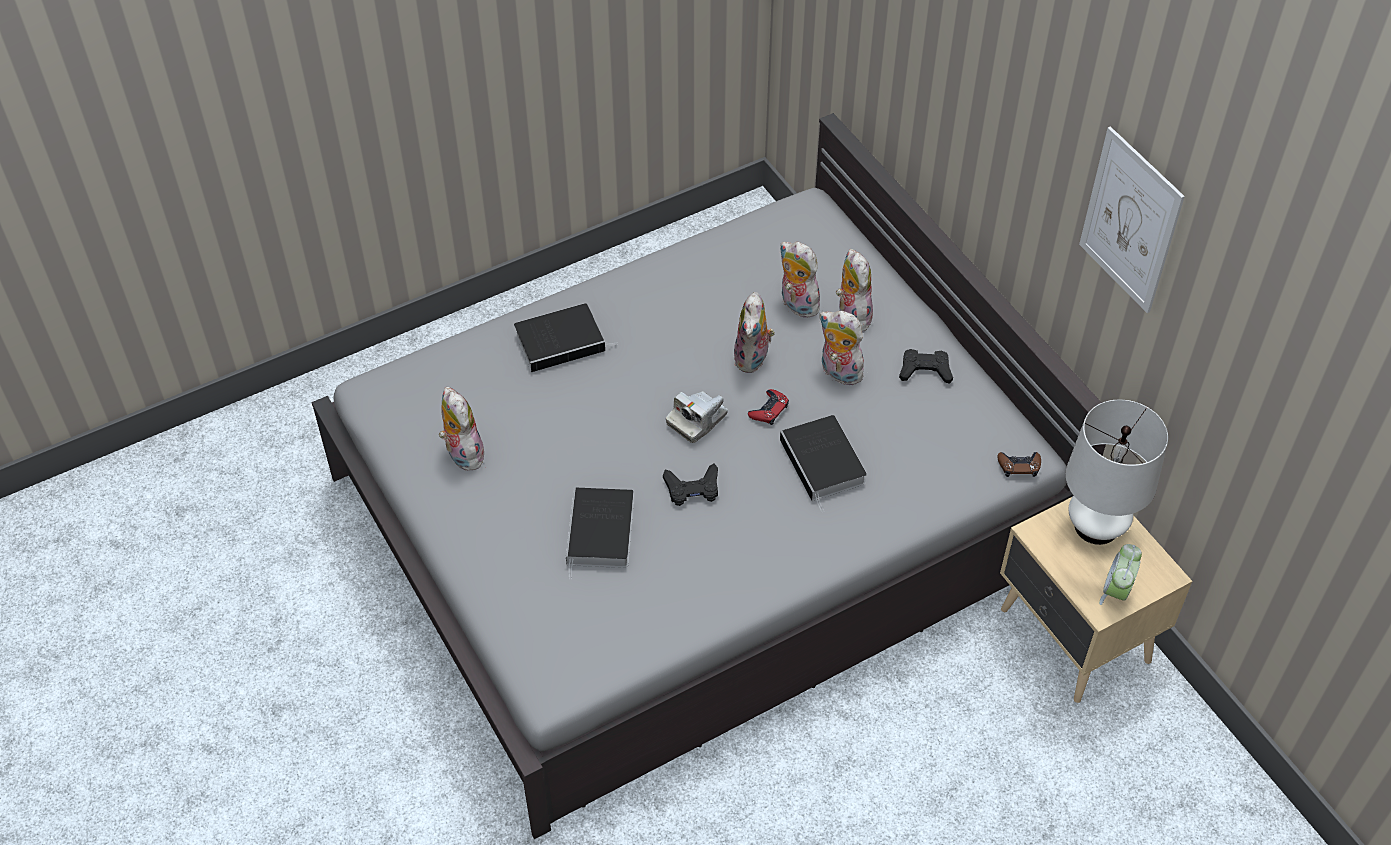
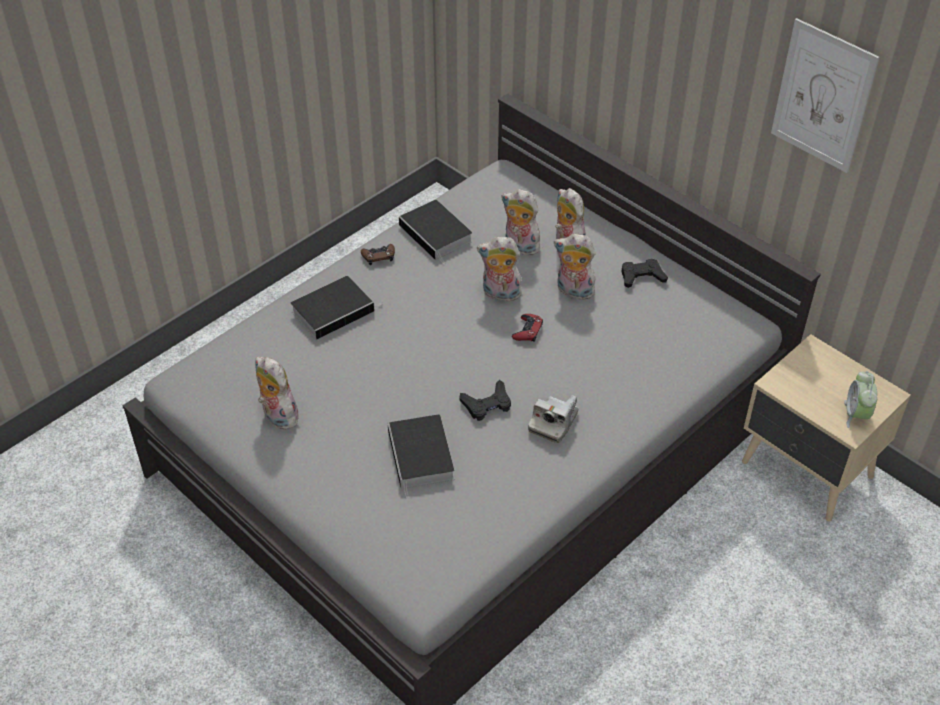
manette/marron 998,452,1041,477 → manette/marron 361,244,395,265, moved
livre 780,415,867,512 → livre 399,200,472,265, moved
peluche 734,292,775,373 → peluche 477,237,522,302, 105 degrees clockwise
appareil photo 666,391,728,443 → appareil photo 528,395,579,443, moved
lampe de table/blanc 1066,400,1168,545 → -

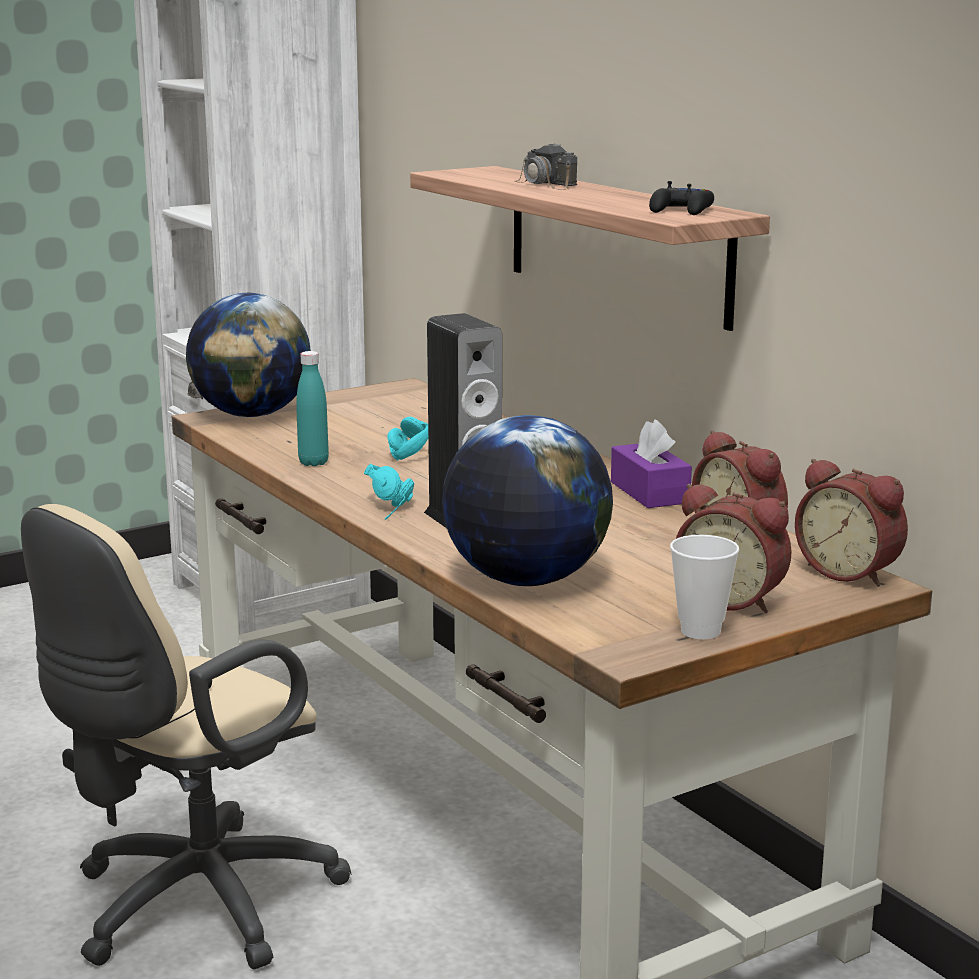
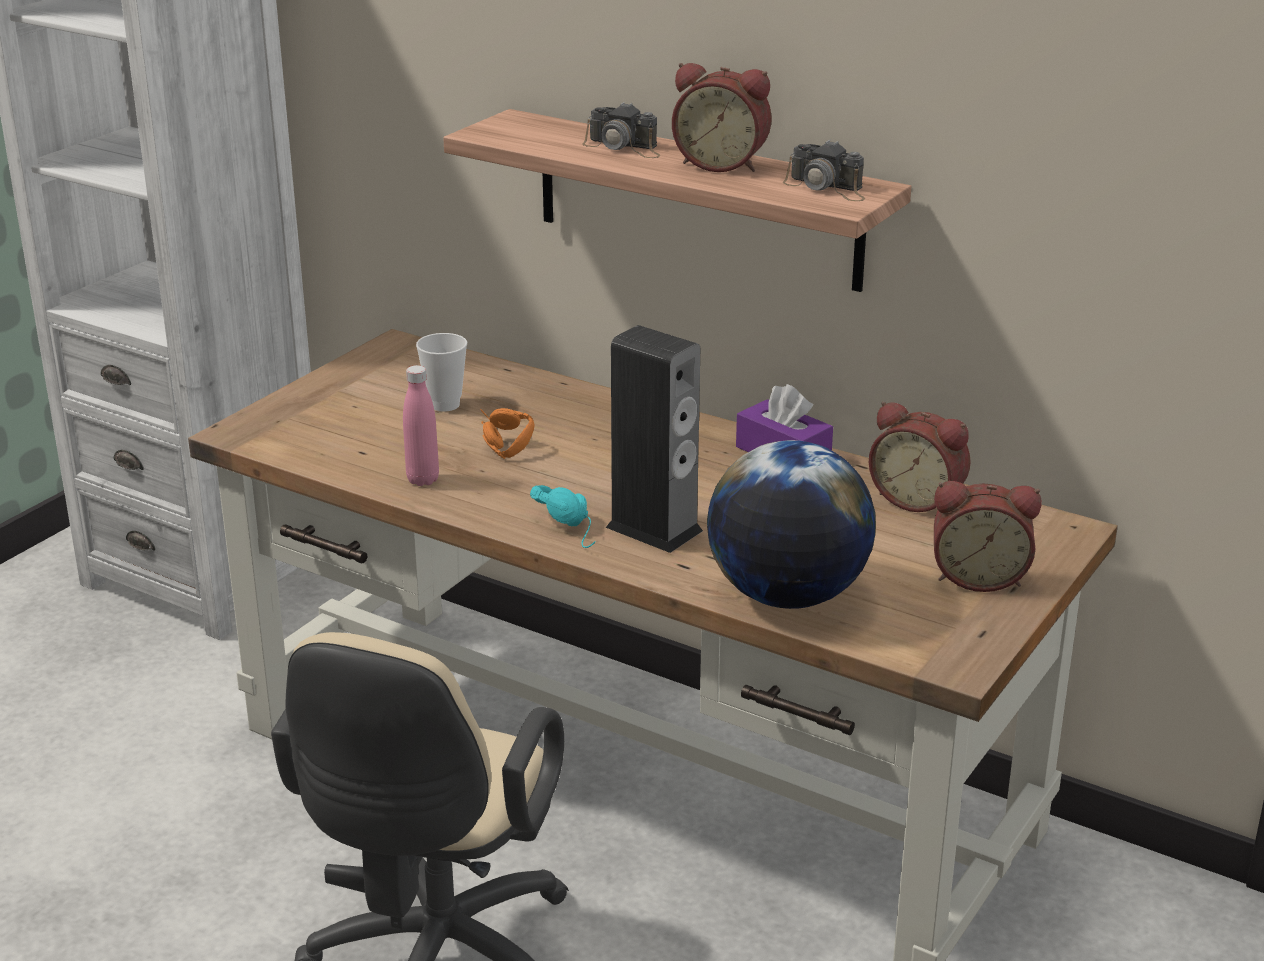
bouteille/turquoise 296,351,329,466 → bouteille/rose 403,365,439,486
tasse 670,535,739,639 → tasse 416,333,467,411, moved
casque audio/turquoise 387,417,428,461 → casque audio/orange 480,408,535,459
réveil 795,459,908,587 → réveil 672,63,772,172, moved
manette/noir 649,181,714,215 → appareil photo 783,140,865,201
globe 186,293,311,417 → -

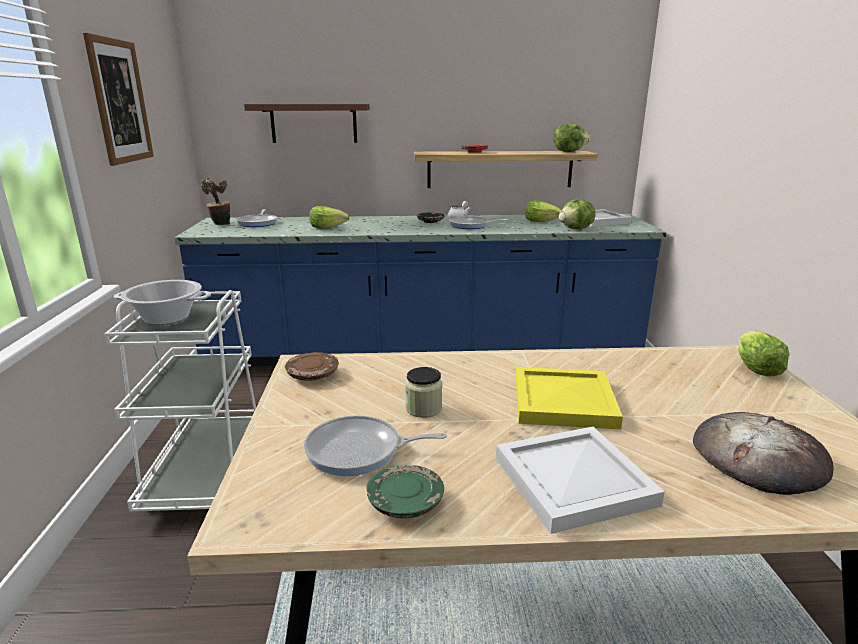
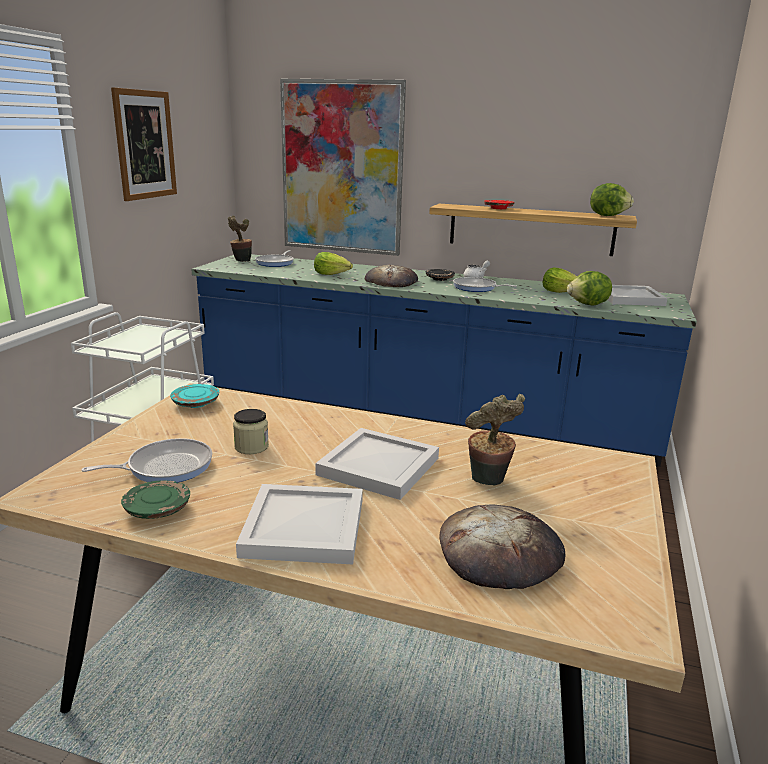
poêle 304,415,447,476 → poêle 81,438,212,483, 135 degrees clockwise
assiette/marron 285,352,339,381 → assiette/turquoise 170,384,219,408
étagère/marron 244,104,370,143 → tableau 280,79,406,256
plateau/jaune 515,367,623,429 → plateau/blanc 315,428,439,500
- → pain 365,264,418,287
- → plante en pot 465,394,525,486
marmite 114,280,211,325 → -
laitue 738,331,790,376 → -

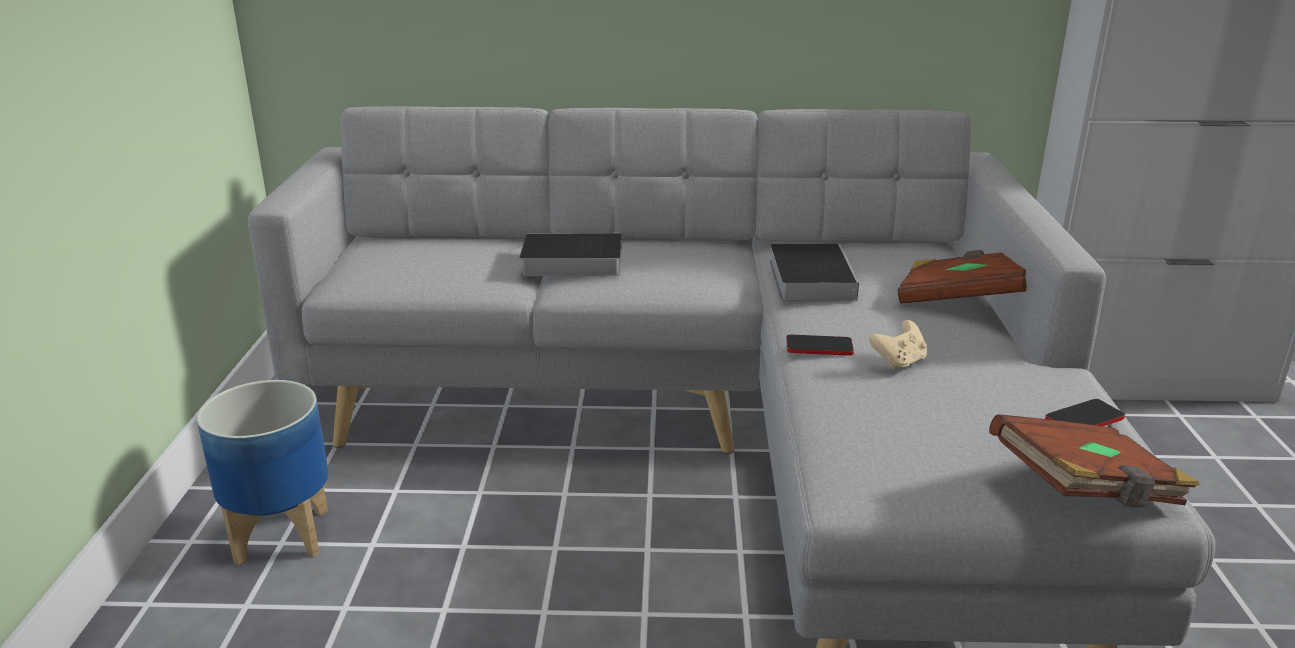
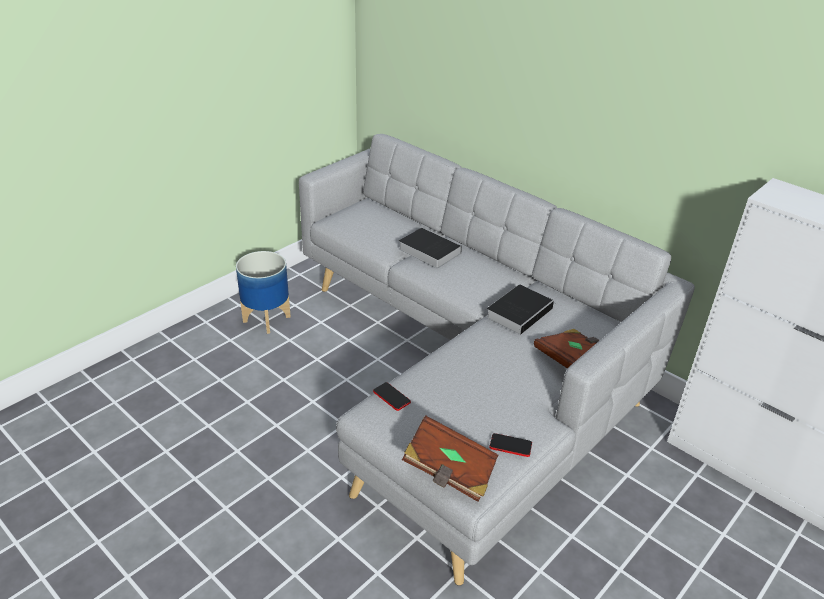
téléphone 786,335,854,356 → téléphone 373,382,411,411, moved
manette/beige 869,320,927,371 → -

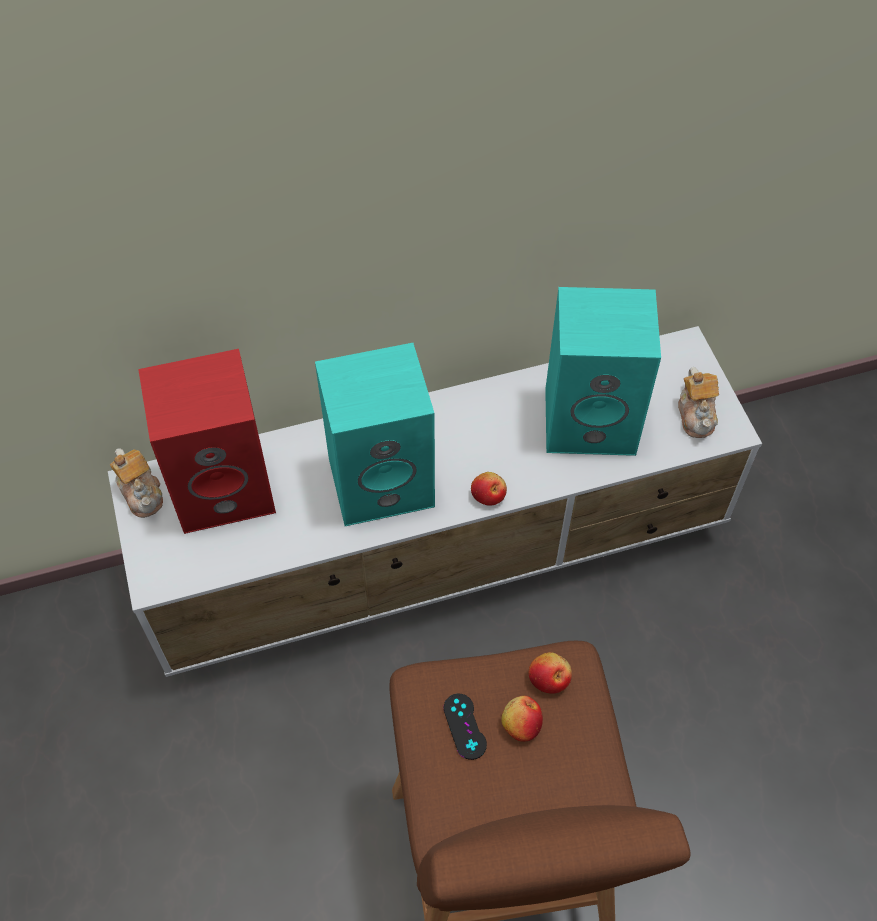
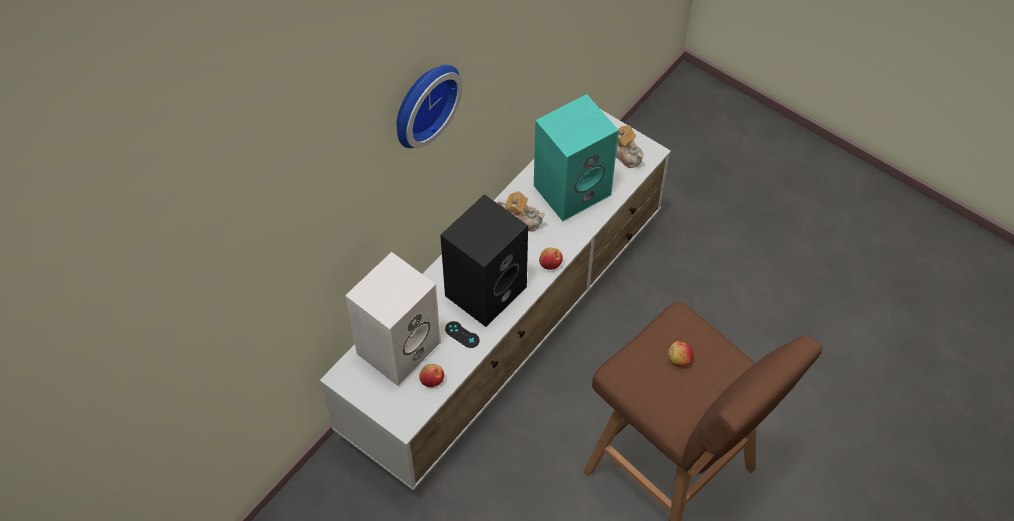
enceinte/rouge 138,349,276,534 → enceinte/blanc 345,252,441,386
- → horloge murale 397,65,463,148
pomme 528,652,572,694 → pomme 419,364,444,387, moved
enceinte/turquoise 315,343,435,526 → enceinte/noir 440,194,528,327
manette/noir 443,694,487,760 → manette/noir 445,321,480,348, moved
théière 110,448,163,518 → théière 497,191,545,232, moved

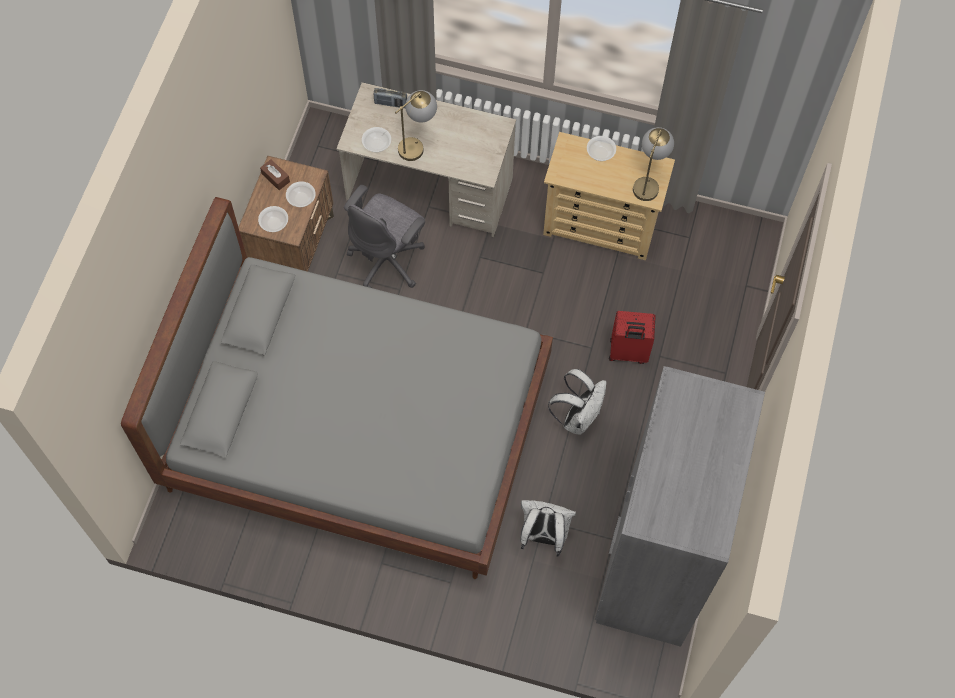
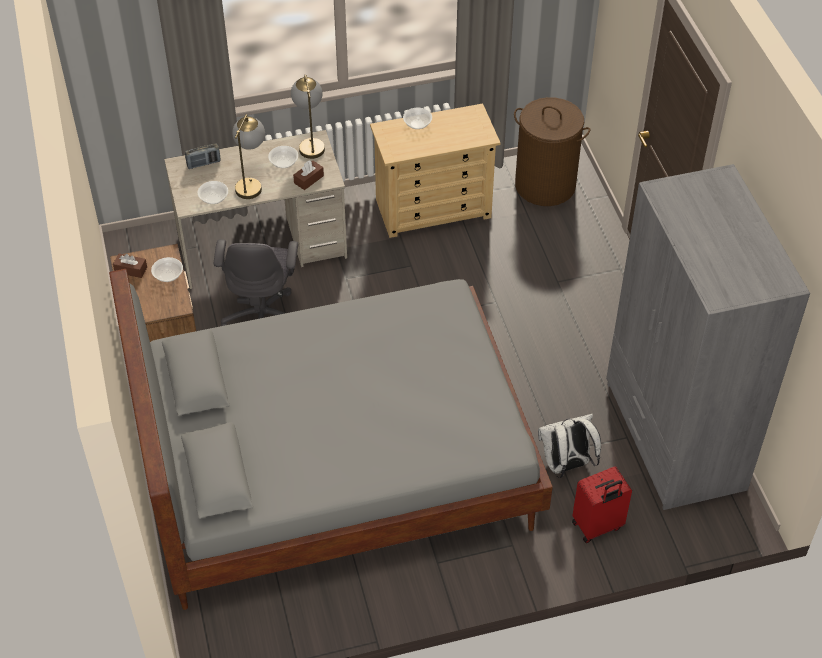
bol 258,206,288,232 → bol 268,146,298,168, moved
lampe de table 633,127,674,201 → lampe de table 291,75,325,159, moved
- → boîte à mouchoirs/marron 293,160,324,190
- → panier à linge/marron 514,97,590,206
valise/rouge 609,311,656,364 → valise/rouge 572,466,632,543, moved
sac à dos/blanc 548,369,607,435 → -

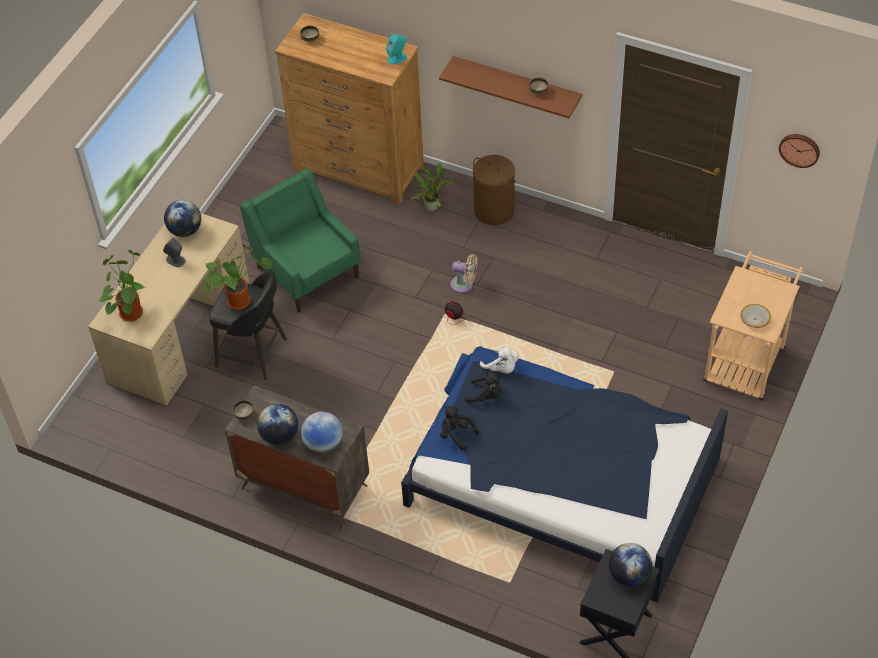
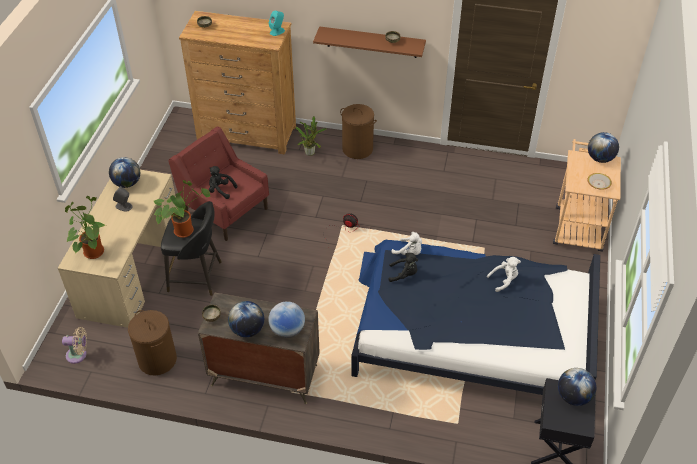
ventilateur/beige 451,254,478,293 → ventilateur/beige 62,327,87,364, moved
- → panier à linge/marron 128,310,177,375
fauteuil/vert 240,168,361,313 → fauteuil/rouge 168,126,269,241
peluche/noir 440,406,479,451 → peluche/noir 209,166,237,199, moved
- → peluche/blanc 487,257,521,292
- → globe 588,132,619,163
horloge murale 779,134,820,168 → -

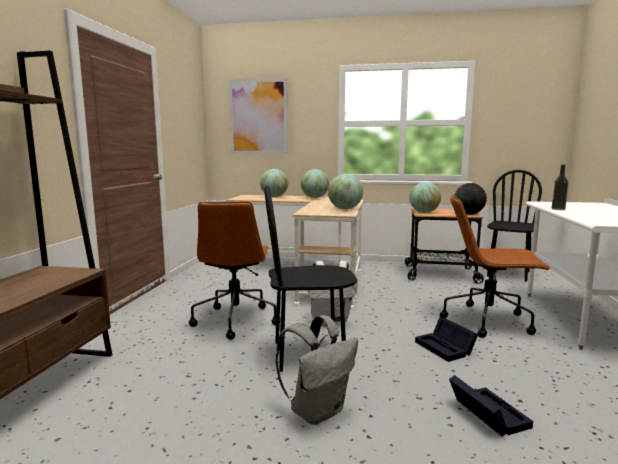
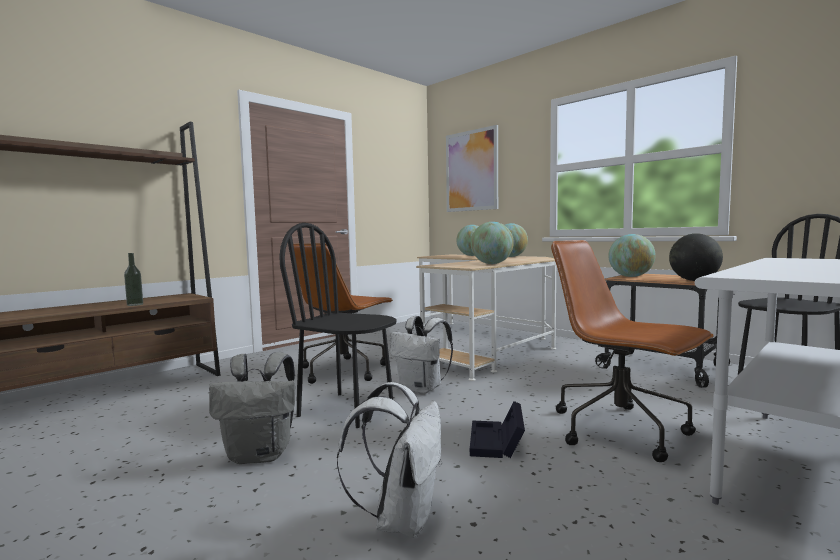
bouteille 552,164,568,210 → bouteille 124,253,143,306, moved
boîte de rangement/noir 449,375,533,437 → sac à dos/blanc 337,382,442,538

